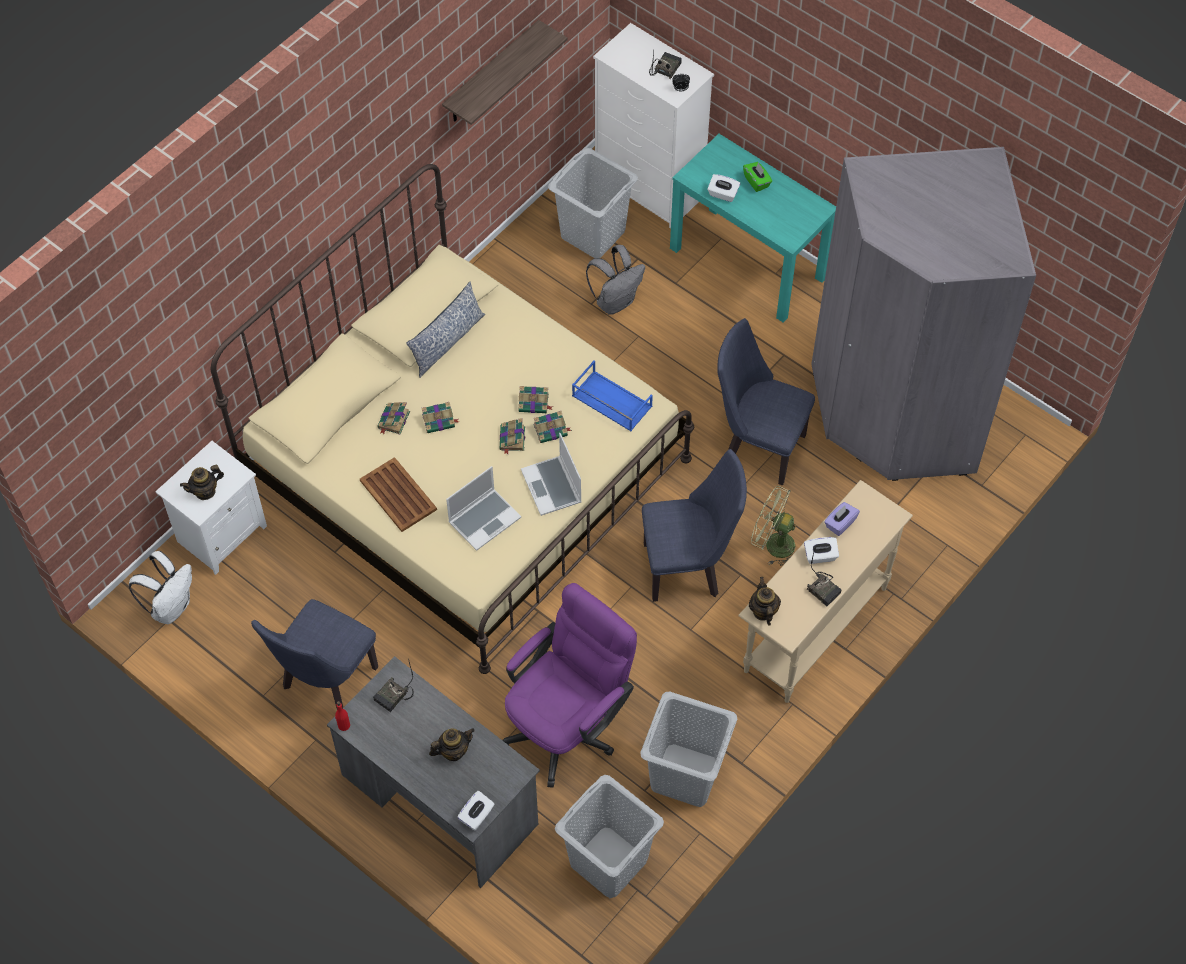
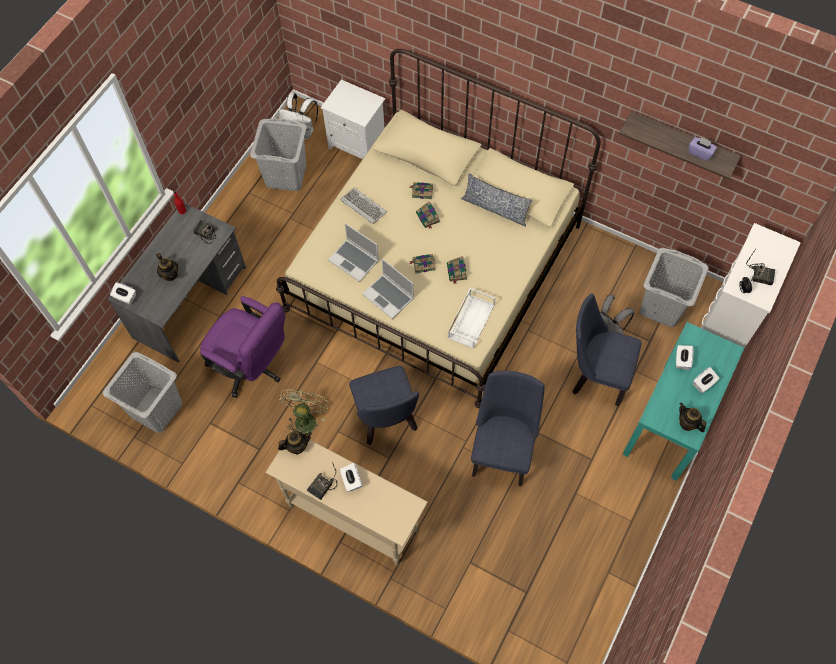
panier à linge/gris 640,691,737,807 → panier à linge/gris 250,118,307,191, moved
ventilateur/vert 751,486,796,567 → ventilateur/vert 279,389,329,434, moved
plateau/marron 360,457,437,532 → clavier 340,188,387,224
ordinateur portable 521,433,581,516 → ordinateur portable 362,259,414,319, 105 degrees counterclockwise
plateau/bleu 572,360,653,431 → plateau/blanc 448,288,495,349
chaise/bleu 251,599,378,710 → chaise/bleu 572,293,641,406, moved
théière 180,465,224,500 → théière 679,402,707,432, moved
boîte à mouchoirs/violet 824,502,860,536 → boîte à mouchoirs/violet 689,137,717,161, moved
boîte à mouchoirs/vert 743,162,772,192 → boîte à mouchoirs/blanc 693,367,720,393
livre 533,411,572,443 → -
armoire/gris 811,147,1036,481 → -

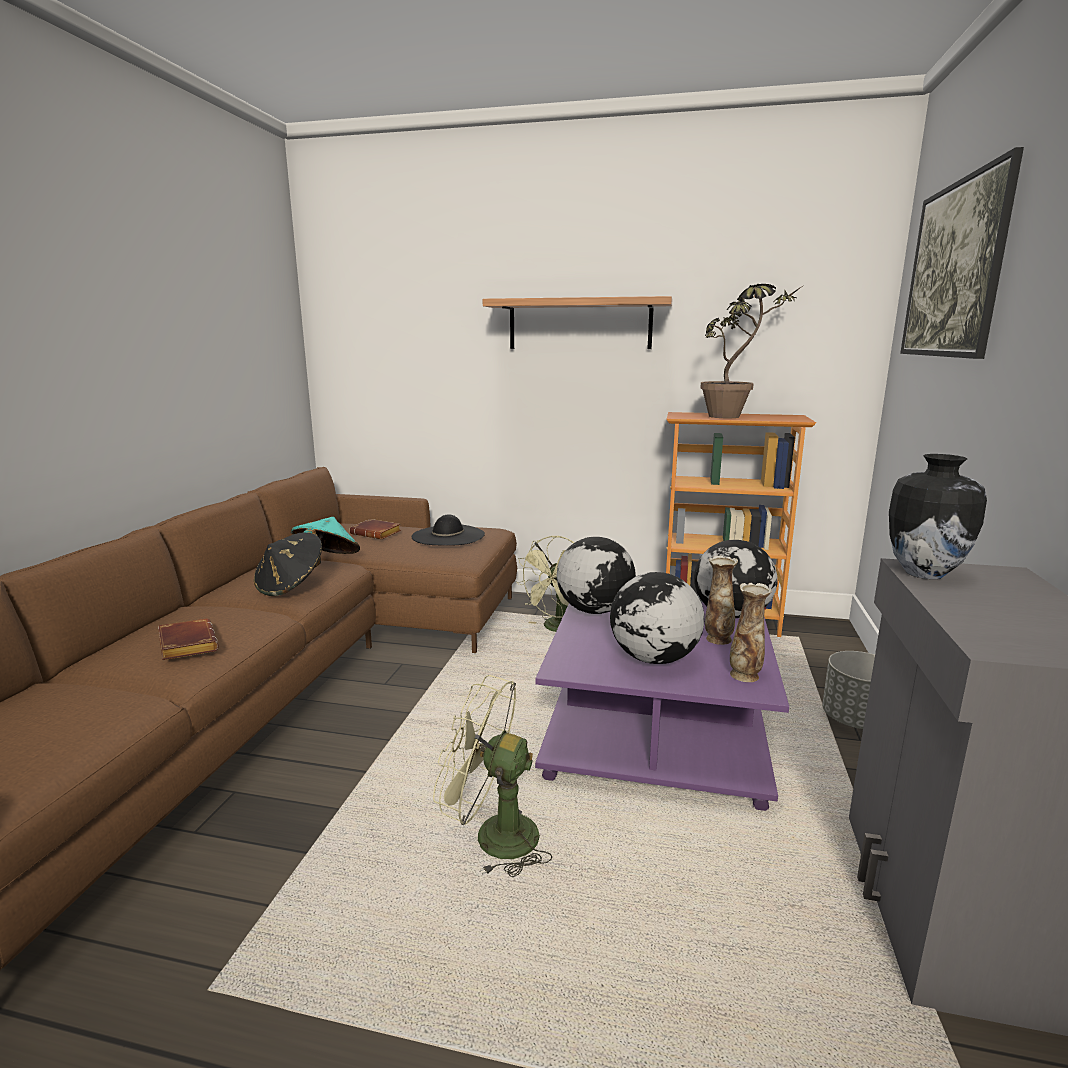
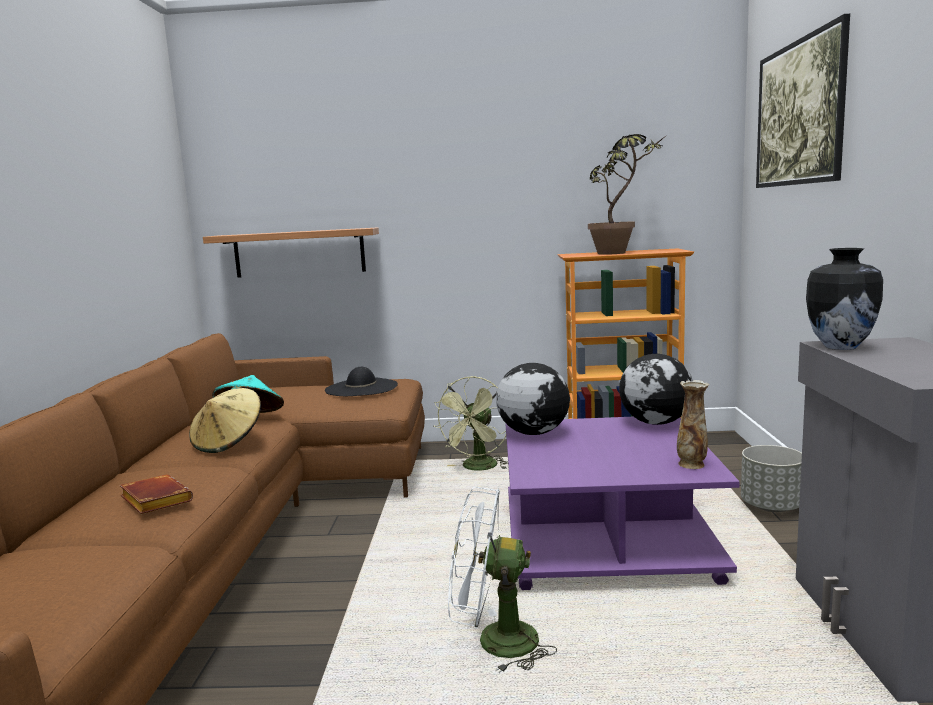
chapeau/noir 254,533,322,596 → chapeau/beige 189,388,261,453
étagère 483,296,672,349 → étagère 203,227,379,278, moved
ventilateur/vert 433,675,552,877 → ventilateur/blanc 448,486,557,673
livre/marron 350,519,401,539 → -
globe 610,572,705,664 → -
vase 705,556,738,645 → -

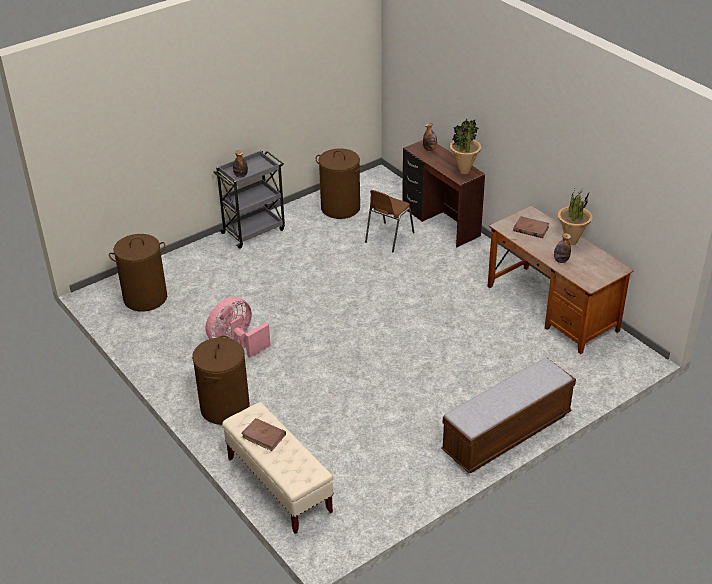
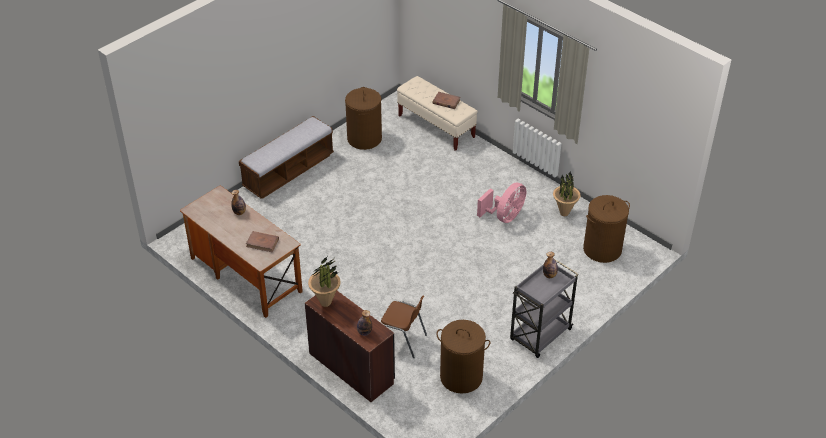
panier à linge/marron 192,336,250,425 → panier à linge/marron 345,87,382,150, moved
chaise/marron 365,190,414,253 → chaise/marron 381,296,427,358, 90 degrees clockwise
plante en pot 558,187,593,245 → plante en pot 553,172,581,216, moved

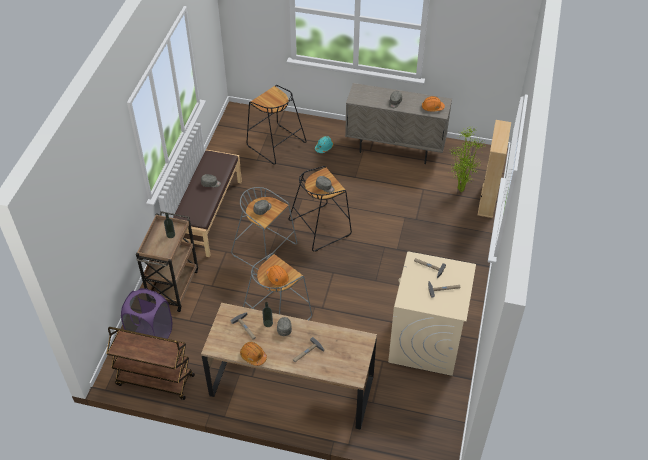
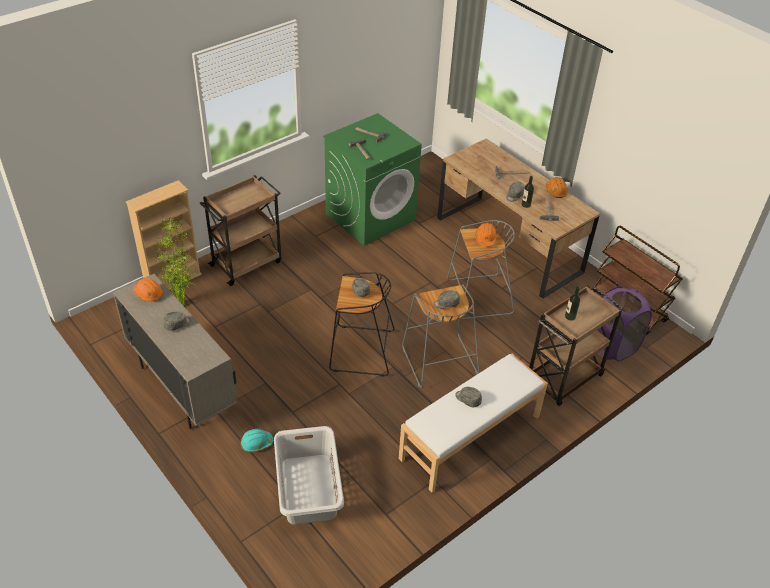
- → chariot/marron 200,175,281,286
tabouret/noir 247,85,307,165 → panier à linge/gris 274,426,344,525
lave-linge/beige 388,251,476,376 → lave-linge/vert 323,113,422,246
banc/marron 173,150,242,257 → banc/blanc 399,354,548,493

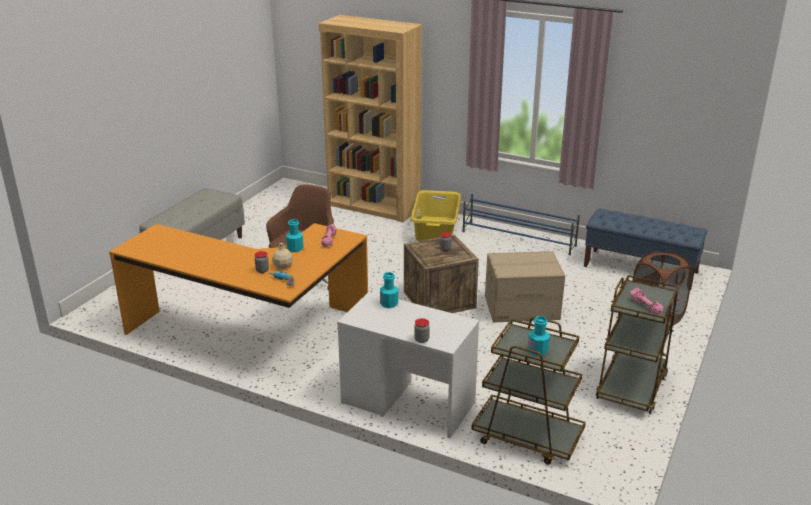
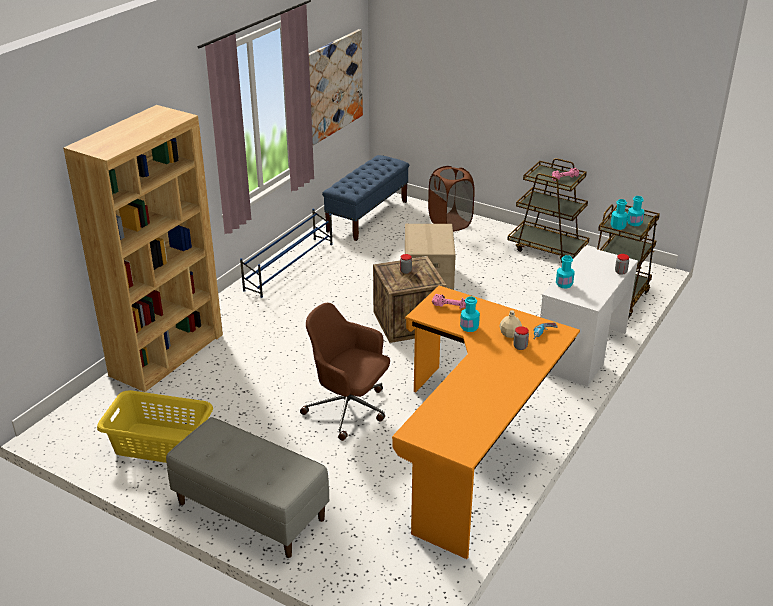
panier à linge/jaune 410,190,461,241 → panier à linge/jaune 97,390,213,463, moved
- → tableau 309,29,363,145
- → bouteille/turquoise 610,199,628,230

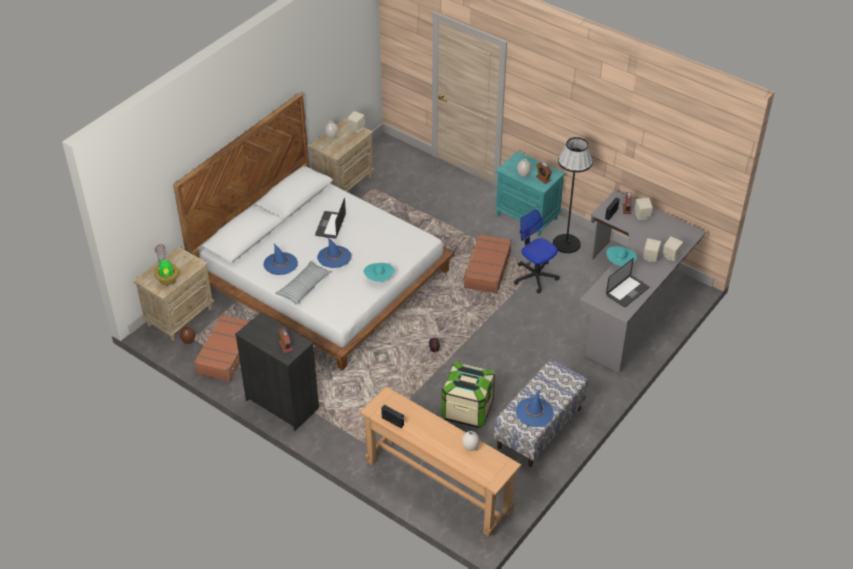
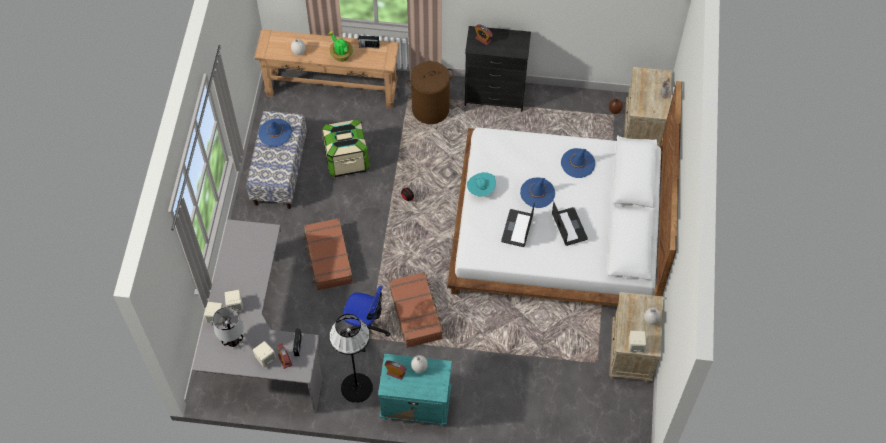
- → lampe de table 213,307,244,347
valise/marron 194,315,250,382 → valise/marron 303,218,353,291, moved
plante en pot 154,259,179,285 → plante en pot 328,31,353,62, moved
- → panier à linge/marron 407,61,454,124
ordinateur portable 606,258,649,307 → ordinateur portable 501,202,535,247, moved
coussin 275,261,331,305 → -
chapeau/turquoise 606,246,637,266 → -

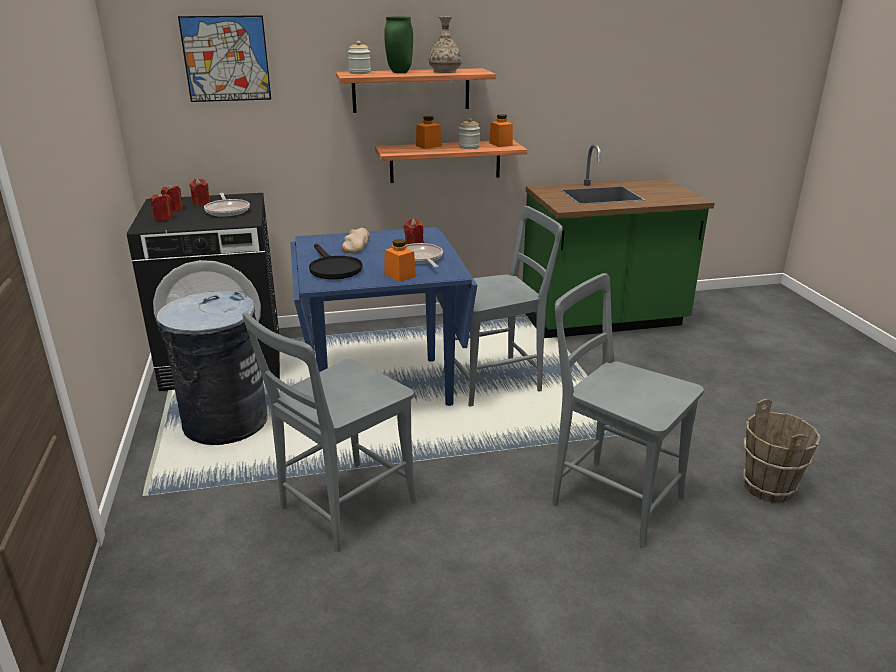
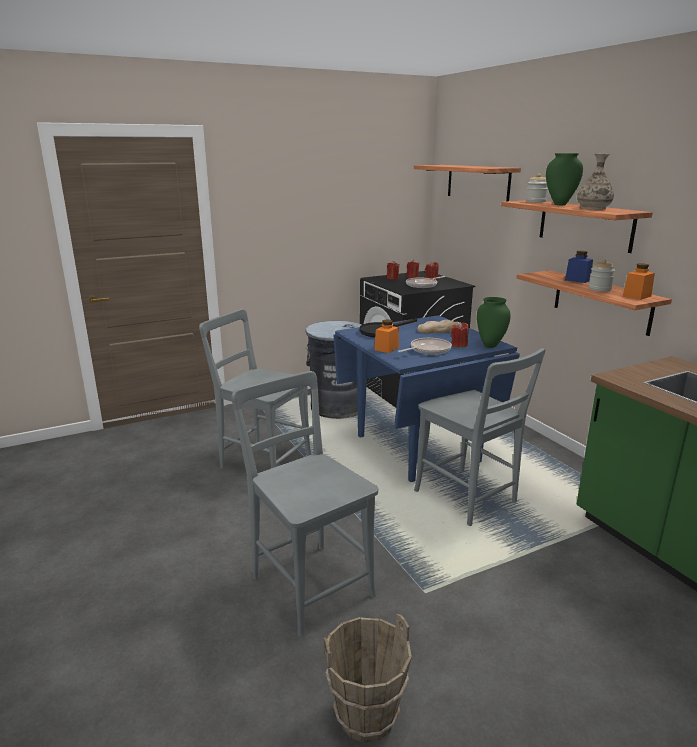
chaise/gris 552,273,704,548 → chaise/gris 232,371,378,637, 60 degrees counterclockwise
tableau 178,15,271,102 → étagère 414,165,521,201
- → vase/vert 477,297,510,348
bocal/orange 416,116,442,149 → bocal/bleu 565,251,593,283

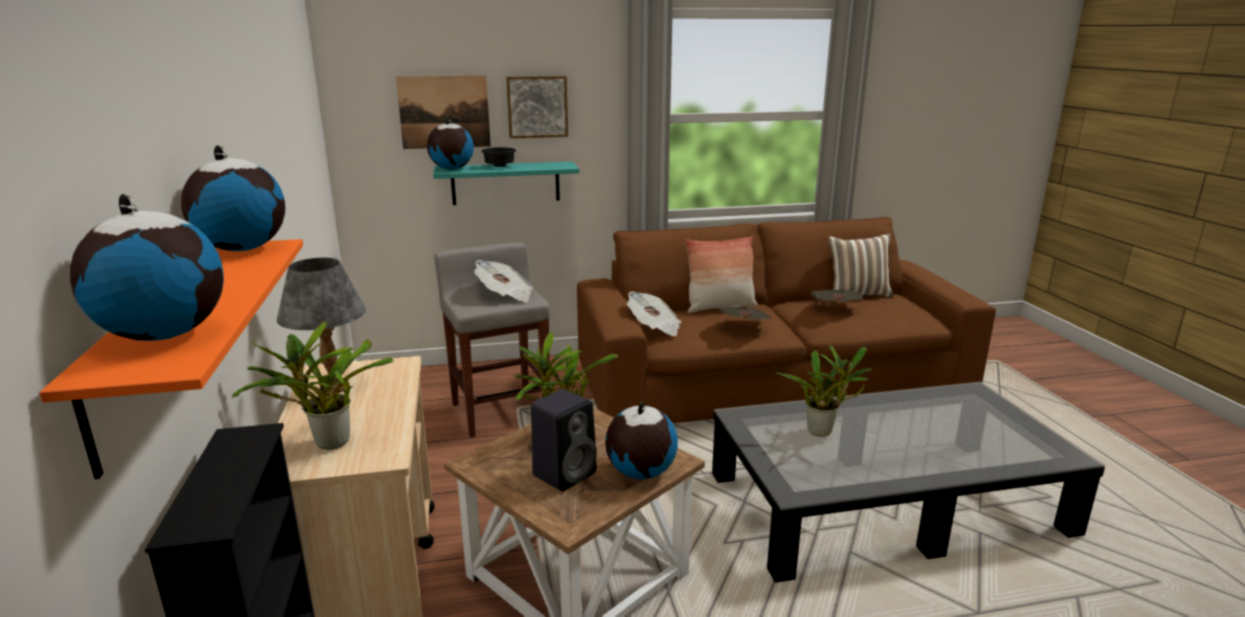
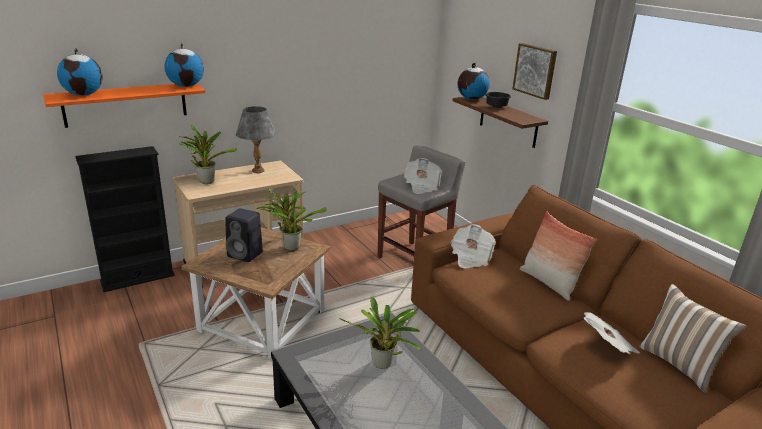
étagère/turquoise 433,161,579,205 → étagère/marron 453,97,548,148
tableau 396,75,491,149 → -
globe 605,402,678,479 → -
journal 716,307,772,320 → -

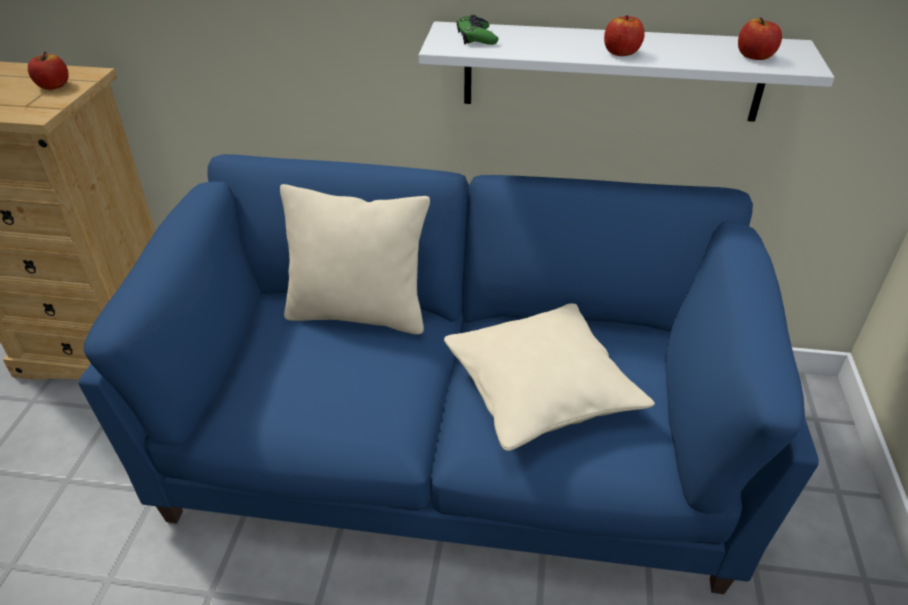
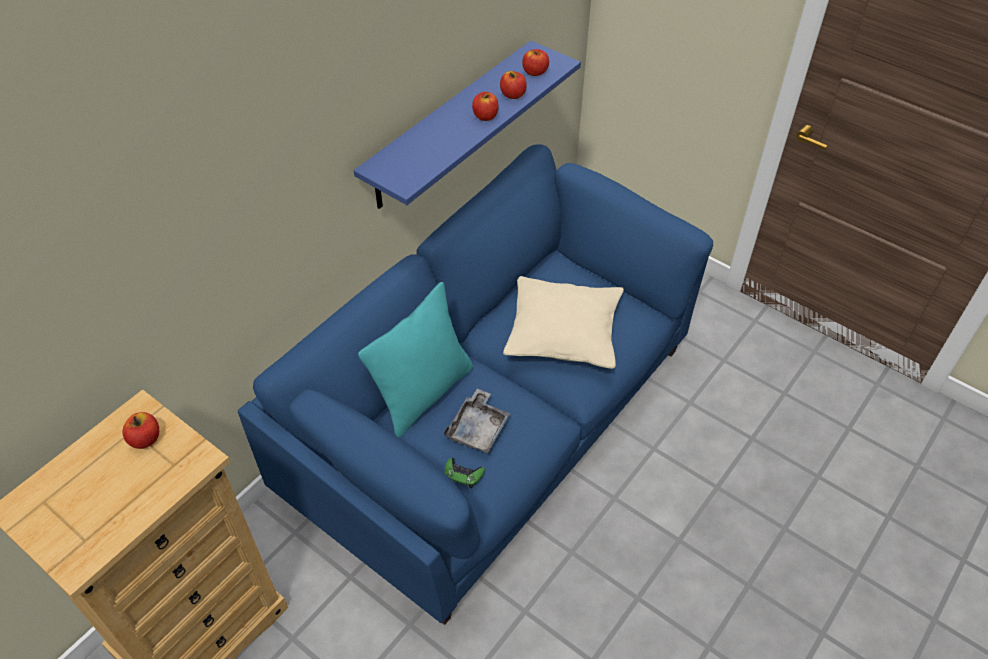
étagère/blanc 419,21,834,122 → étagère/bleu 354,41,581,209
coussin/beige 280,184,430,334 → coussin/turquoise 358,282,473,438
- → plateau/gris 444,388,510,453
manette/vert 457,14,499,45 → manette/vert 444,458,485,489, moved
- → pomme 500,71,527,99

